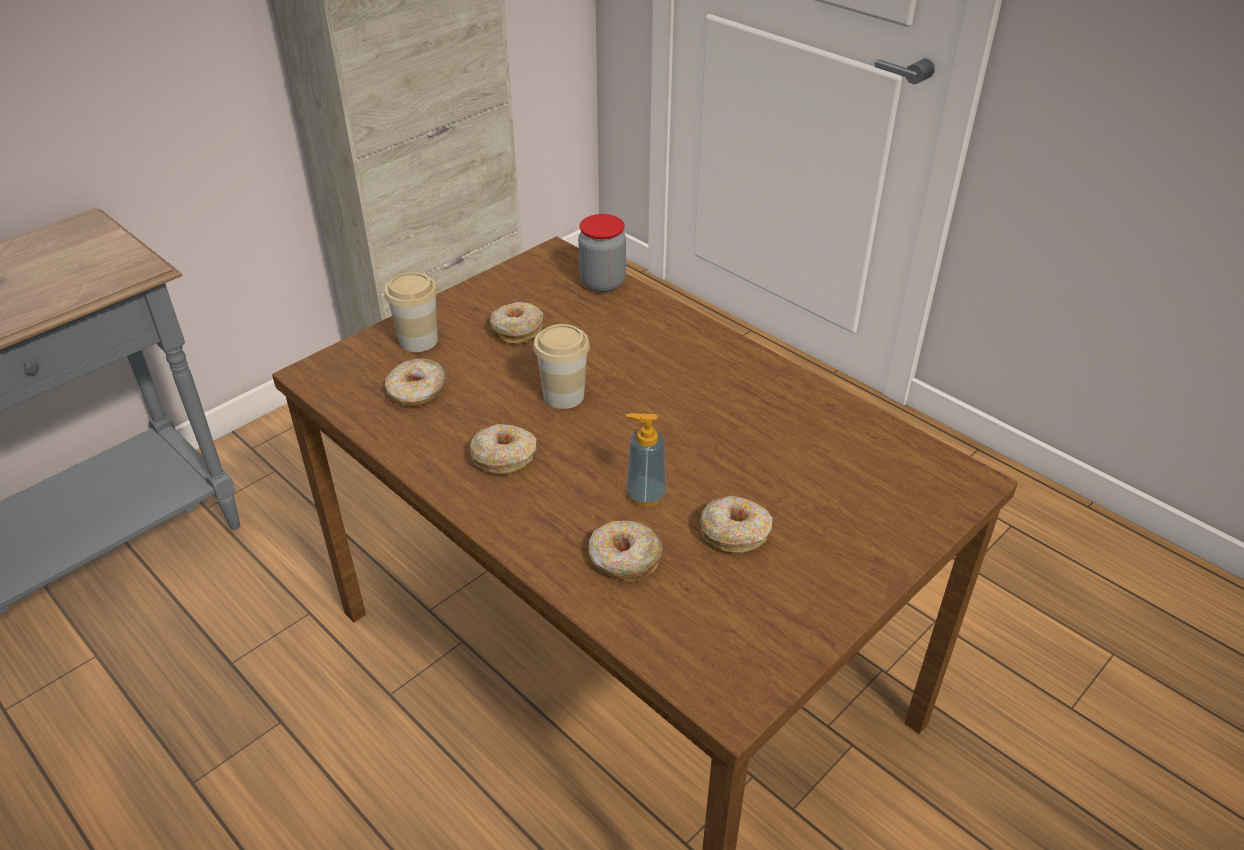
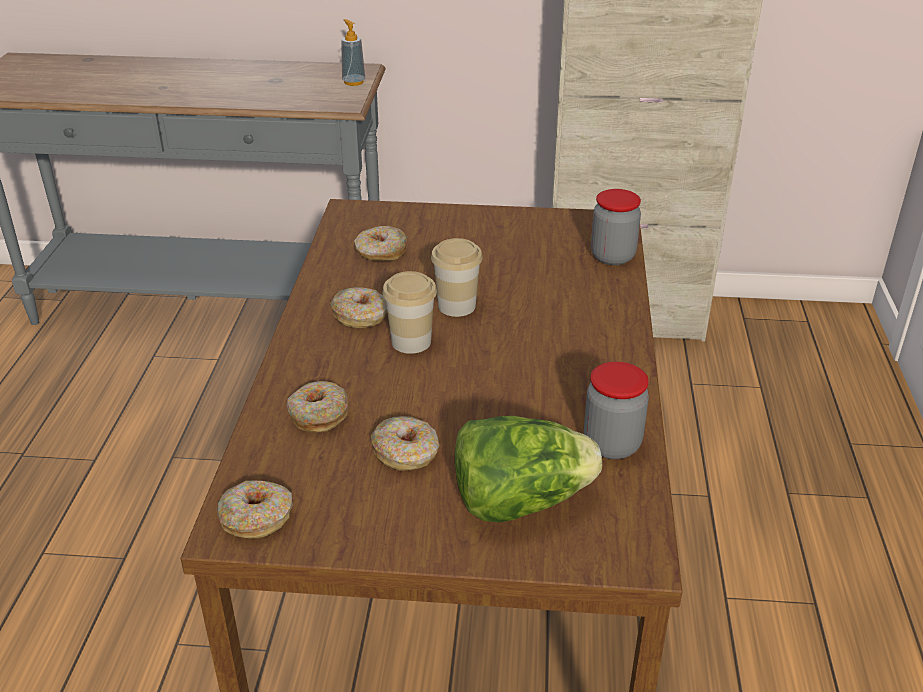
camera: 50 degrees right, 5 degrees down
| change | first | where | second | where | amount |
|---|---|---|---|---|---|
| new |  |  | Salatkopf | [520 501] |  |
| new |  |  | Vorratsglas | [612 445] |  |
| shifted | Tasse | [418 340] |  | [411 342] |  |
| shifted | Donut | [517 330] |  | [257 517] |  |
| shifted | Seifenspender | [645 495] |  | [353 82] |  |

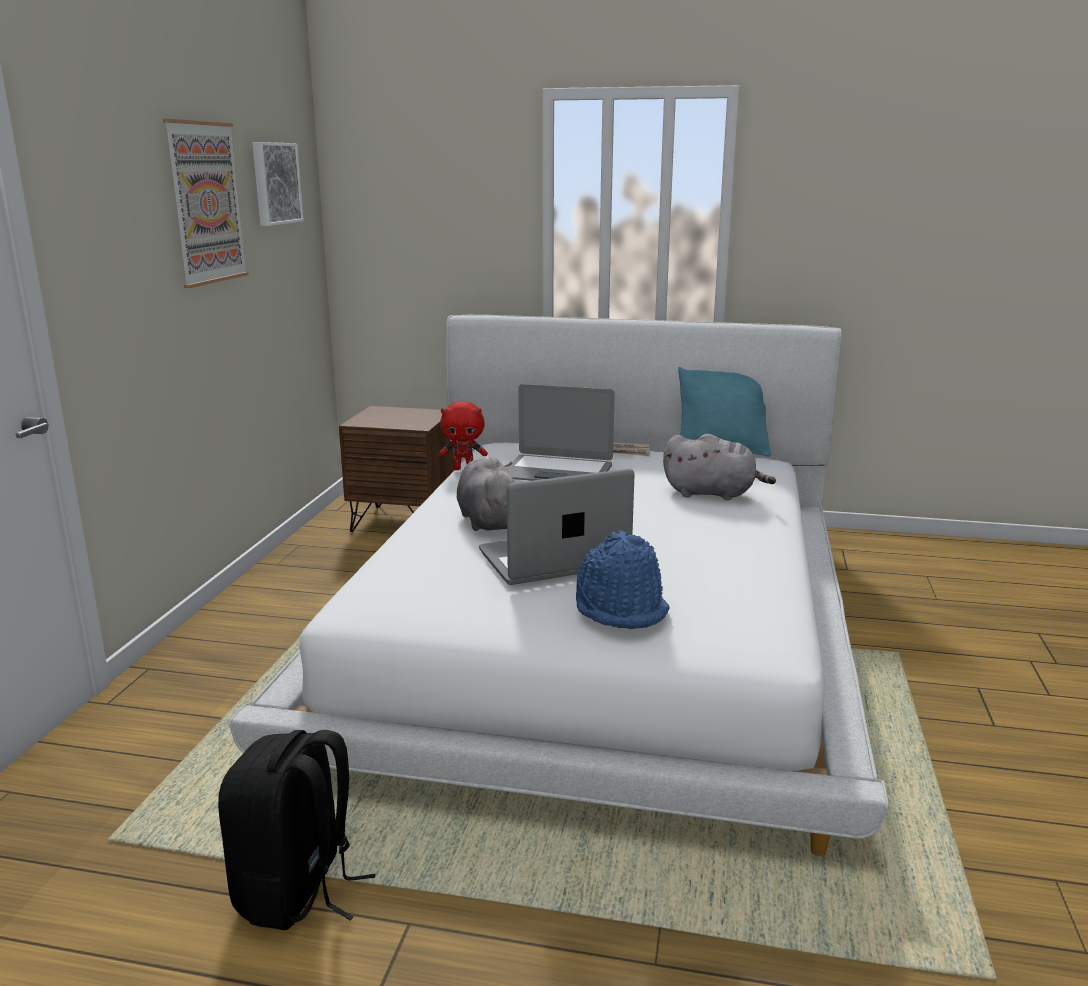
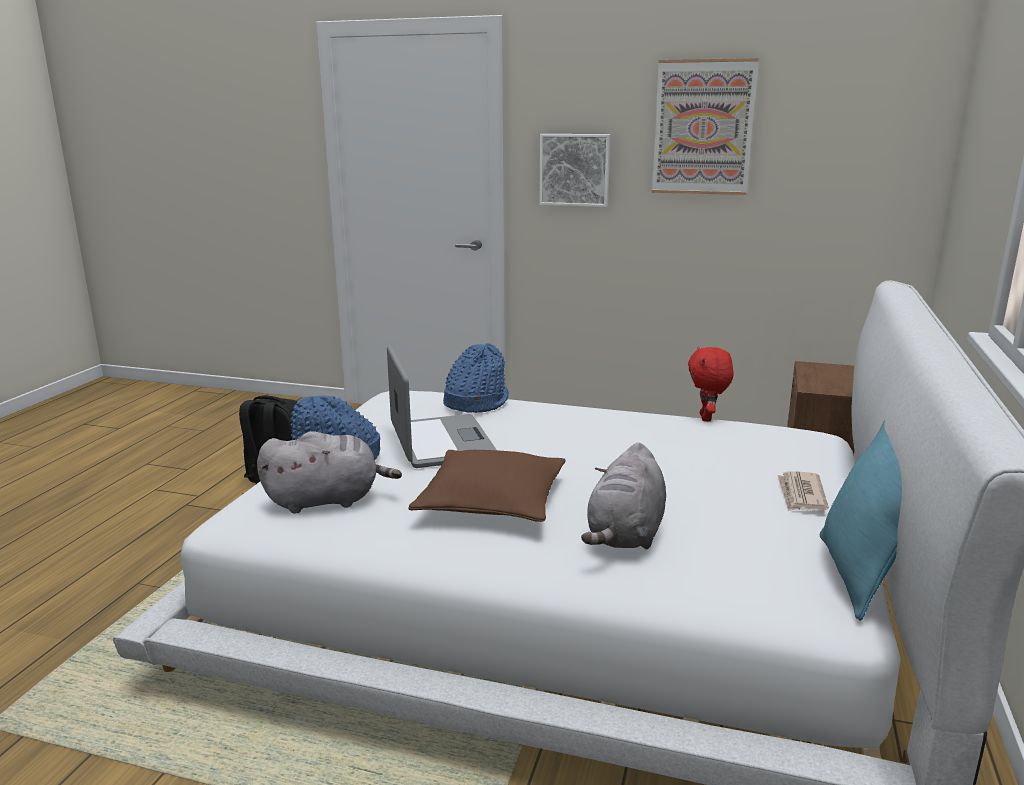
camera: 95 degrees right, 0 degrees up
| change | first | where | second | where | amount |
|---|---|---|---|---|---|
| gone | Laptop | [557 472] |  |  |  |
| new |  |  | Kissen/braun | [491 501] |  |
| new |  |  | Hut/blau | [475 402] |  |
| shifted | Bild | [274 183] |  | [575 170] |  |
| shifted | Plüschtier/grau | [488 520] |  | [327 500] |  |

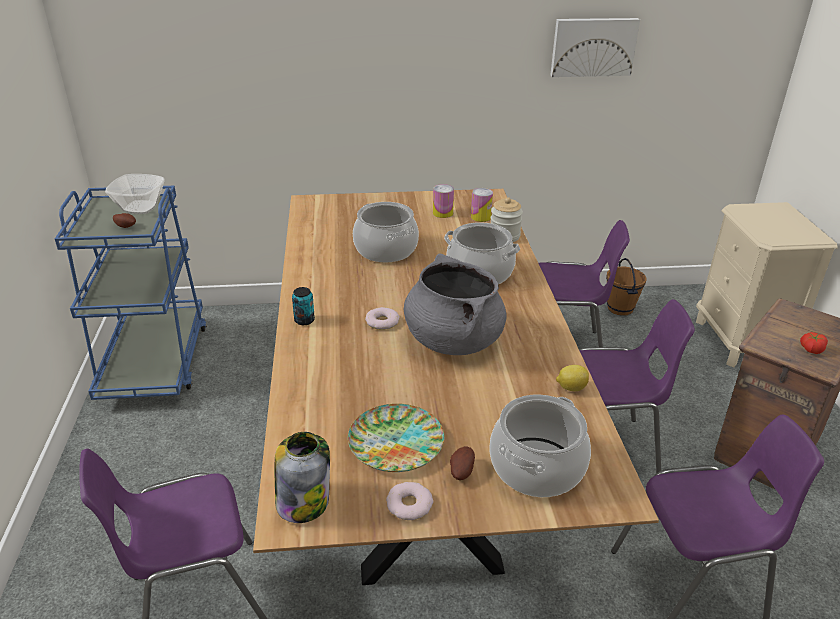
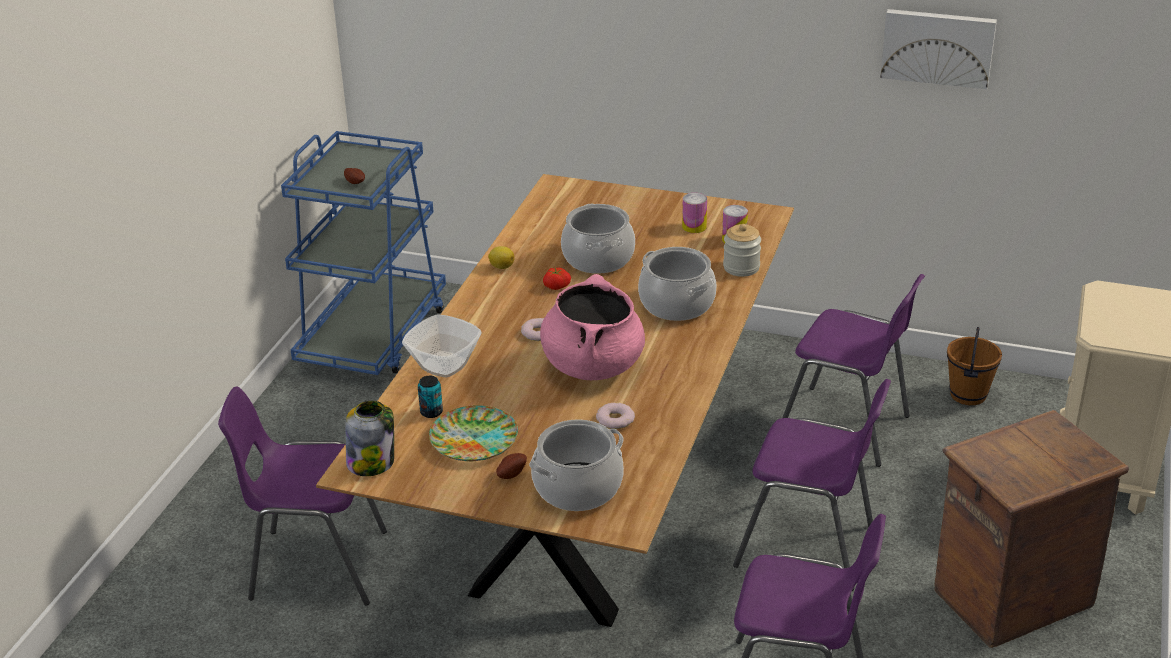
camera: 25 degrees right, 0 degrees up
| change | first | where | second | where | amount |
|---|---|---|---|---|---|
| shifted | Schüssel | [139 208] |  | [443 365] |  |
| shifted | Dose | [304 320] |  | [431 412] |  |
| shifted | Donut | [409 504] |  | [615 419] |  |
| shifted | Zitrone | [571 387] |  | [501 266] |  |
| shifted | Tomate | [810 349] |  | [556 285] |  |
| repainted | Kochtopf/grau | [453 340] | Kochtopf/rosa | [592 365] |  |

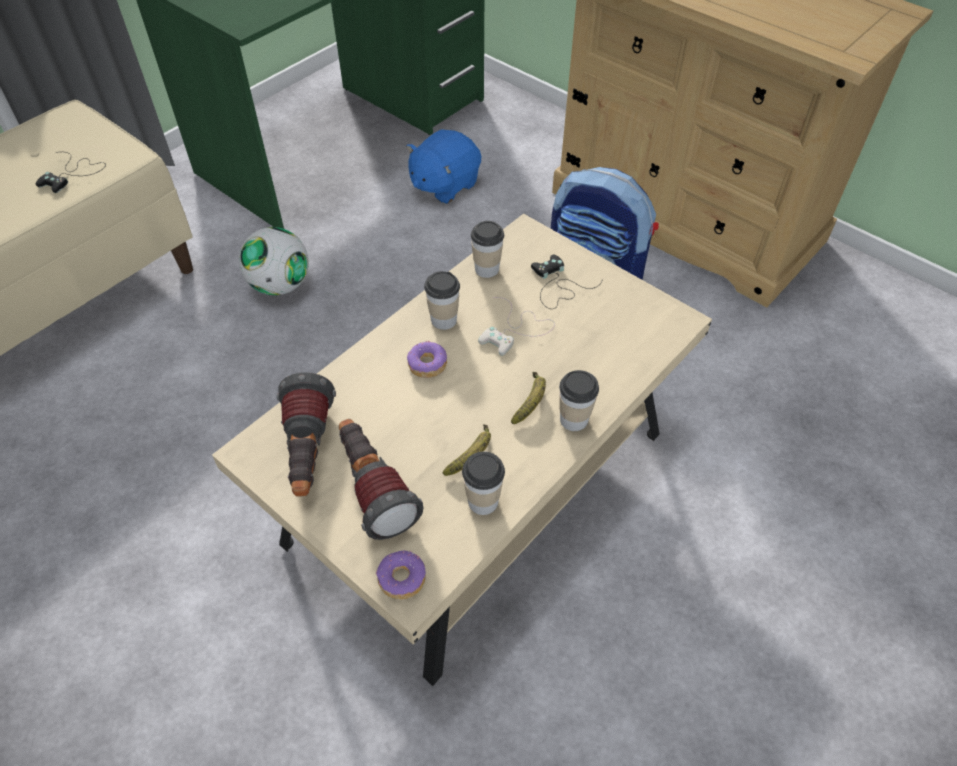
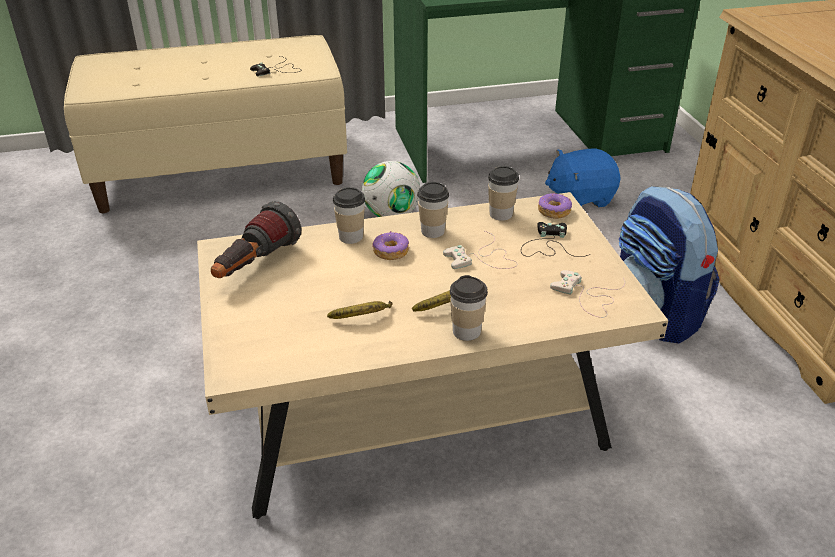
camera: 35 degrees right, 15 degrees down
| change | first | where | second | where | amount |
|---|---|---|---|---|---|
| gone | Taschenlampe | [373 488] |  |  |  |
| new |  |  | Gamepad/weiß | [588 296] |  |
| shifted | Donut | [401 578] |  | [553 211] |  |
| shifted | Tasse | [483 501] |  | [351 237] |  |

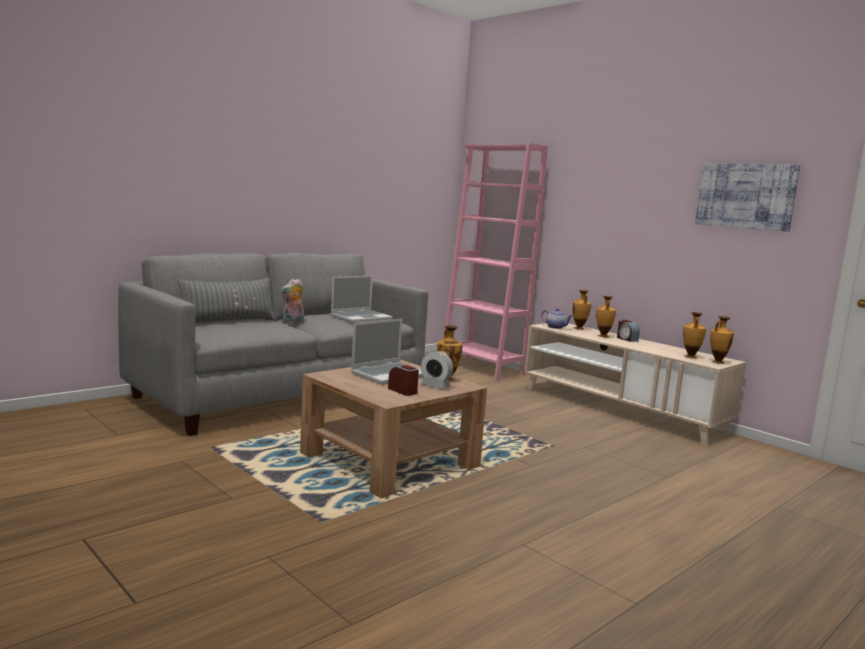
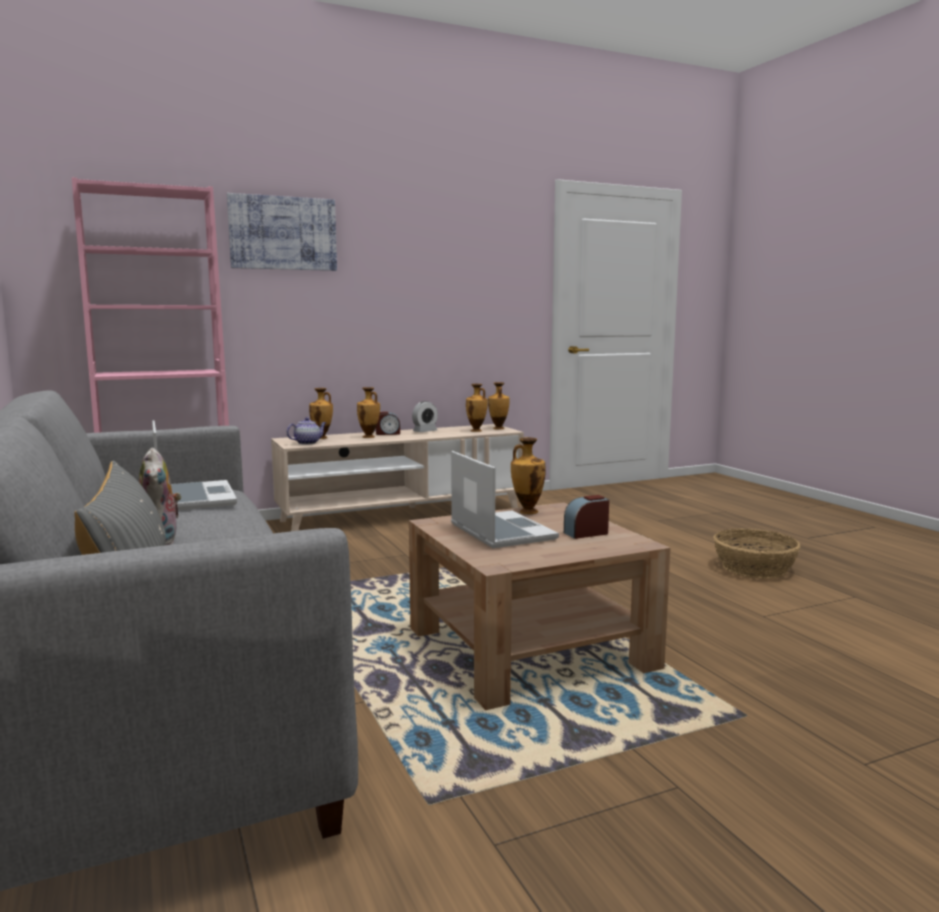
camera: 70 degrees left, 0 degrees up
| change | first | where | second | where | amount |
|---|---|---|---|---|---|
| new |  |  | Korb | [754 568] |  |
| shifted | Wecker | [435 386] |  | [425 431] |  |
| shifted | Bild | [745 196] |  | [283 233] |  |

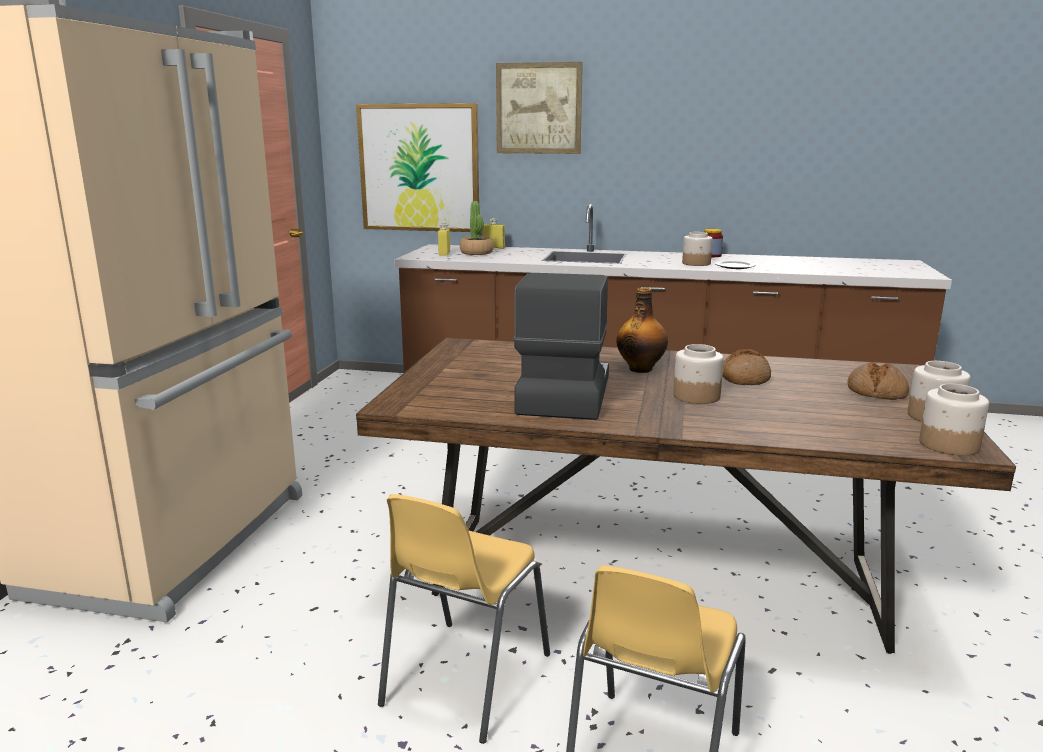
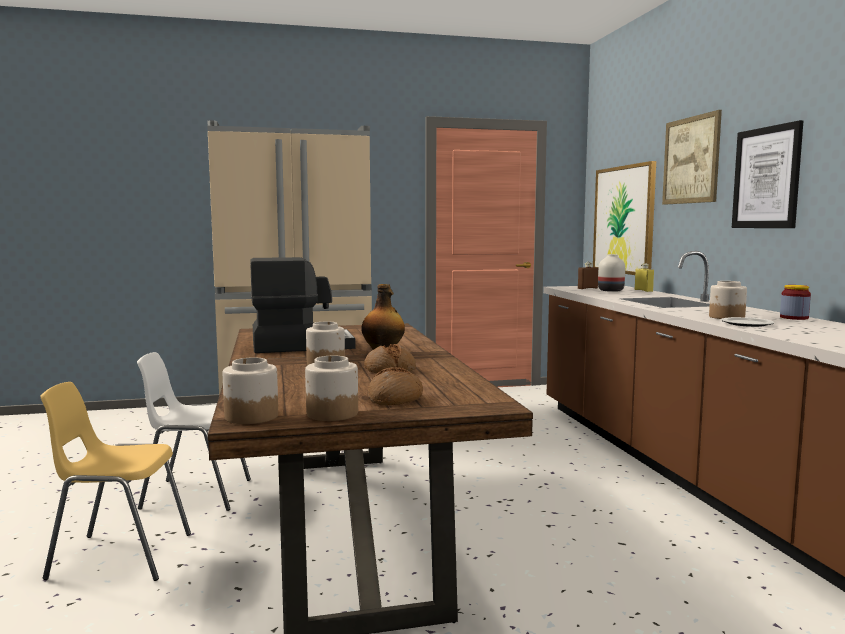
camera: 65 degrees right, 10 degrees down
| change | first | where | second | where | amount |
|---|---|---|---|---|---|
| new |  |  | Bild | [766 178] |  |
| swapped | Topfpflanze | [476 253] | Vase/weiß | [611 290] |  |
| repainted | Stuhl/gelb | [464 679] | Stuhl/weiß | [195 494] |  |
| repainted | Flasche/gelb | [444 254] | Flasche/braun | [587 288] |  |

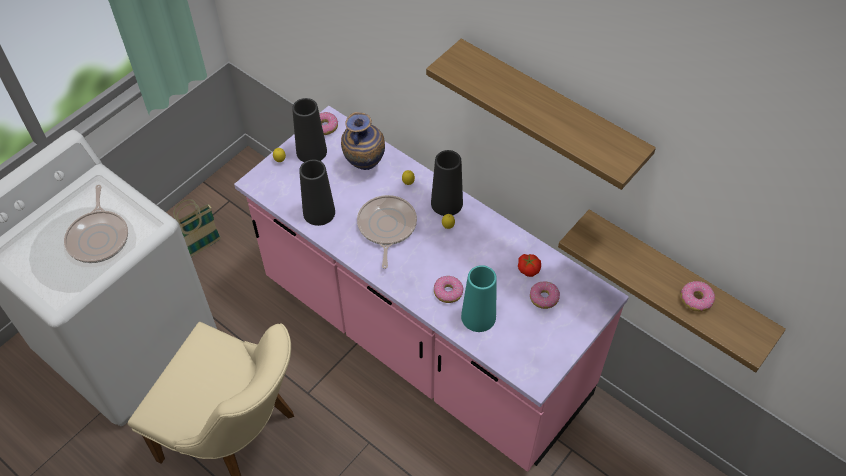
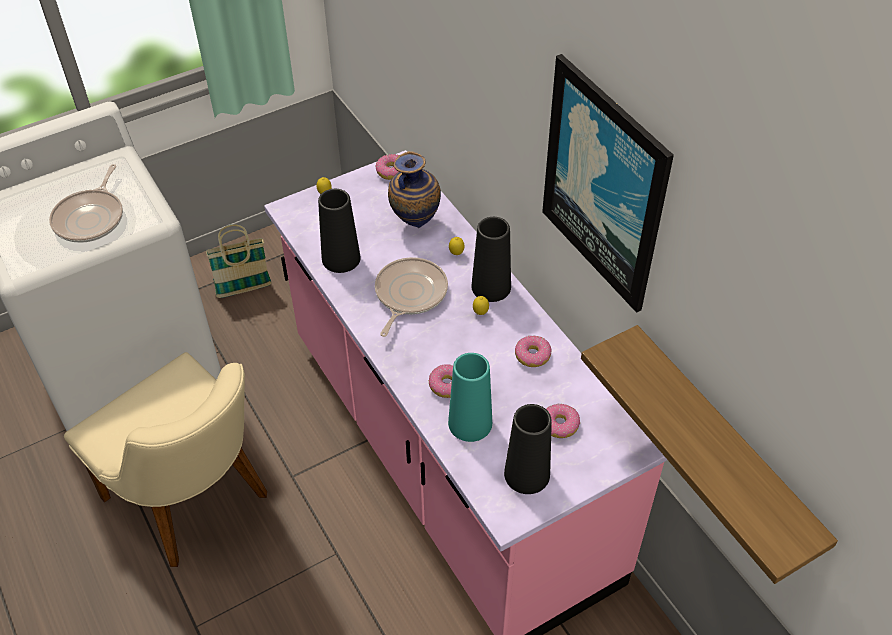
camera: 20 degrees right, 5 degrees down
| change | first | where | second | where | amount |
|---|---|---|---|---|---|
| gone | Tomate | [528 269] |  |  |  |
| shifted | Vase/schwarz | [311 151] |  | [527 474] |  |
| shifted | Donut | [696 300] |  | [532 356] |  |
| swapped | Wandregal | [550 113] | Bild | [605 184] |  |

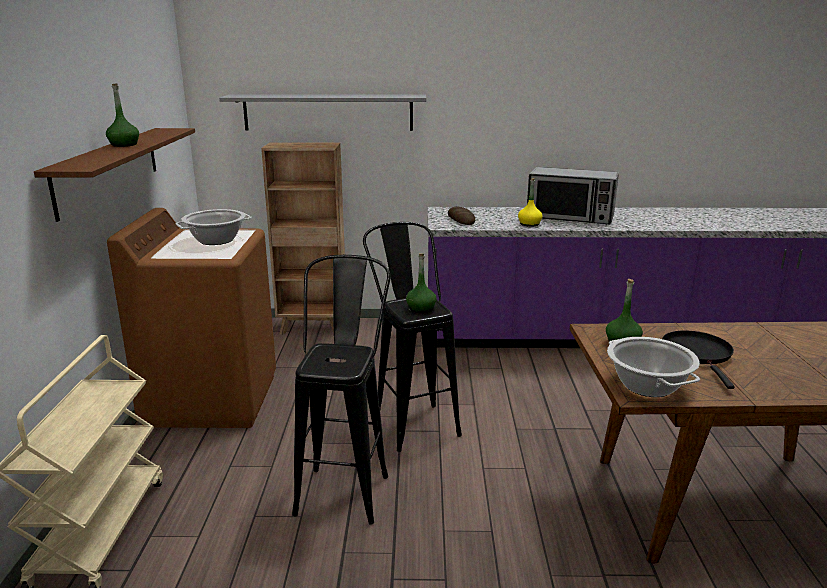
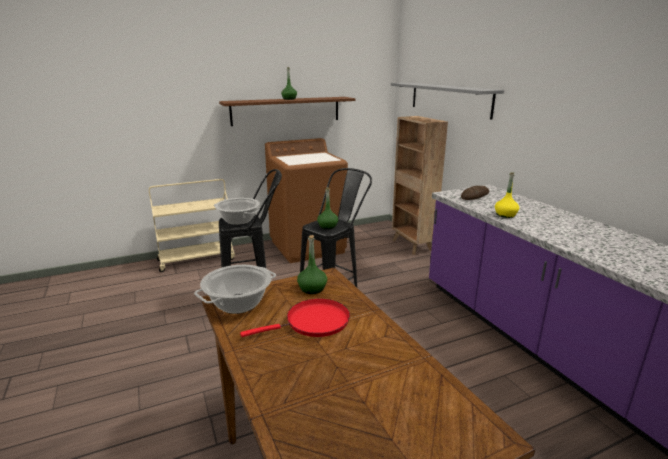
camera: 65 degrees right, 0 degrees up
| change | first | where | second | where | amount |
|---|---|---|---|---|---|
| gone | Mikrowelle | [570 217] |  |  |  |
| shifted | Kochtopf | [216 240] |  | [239 220] |  |
| repainted | Pfanne/schwarz | [698 354] | Pfanne/rot | [313 322] |  |

